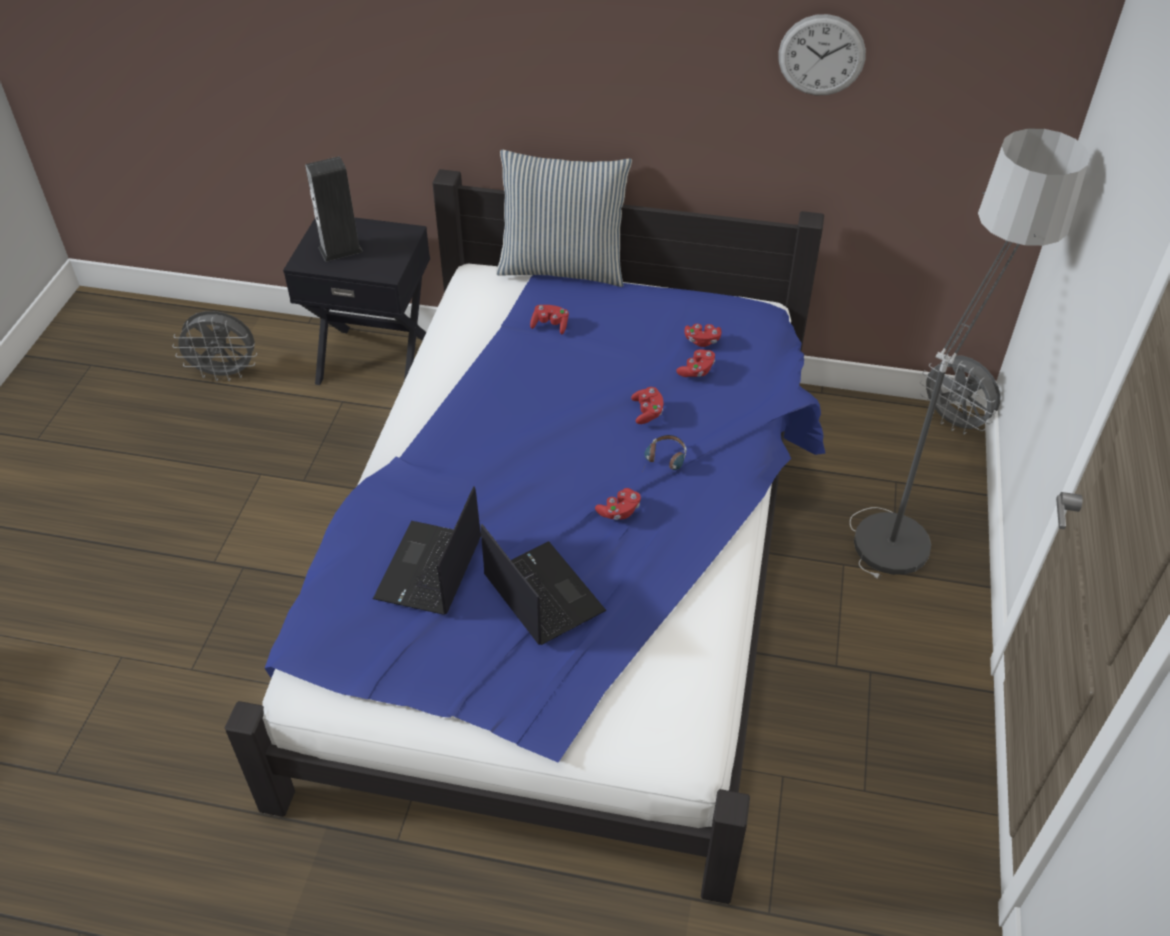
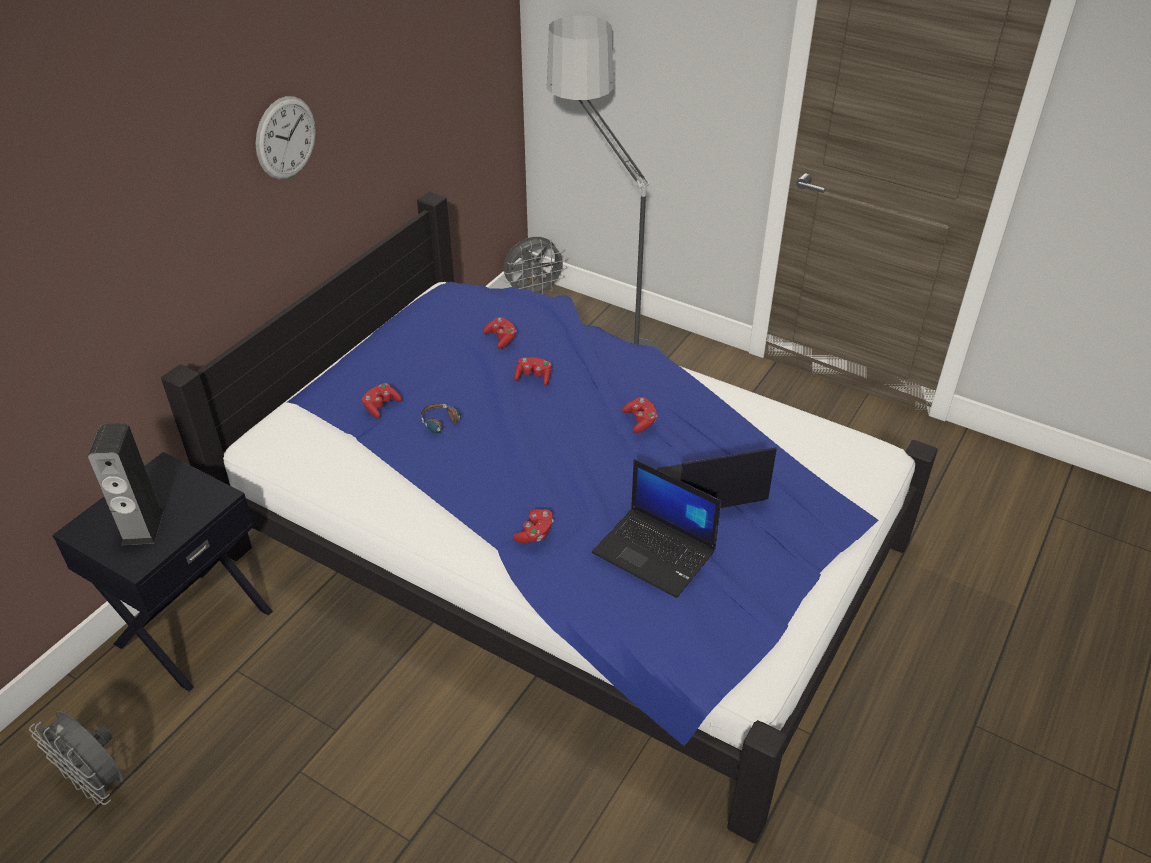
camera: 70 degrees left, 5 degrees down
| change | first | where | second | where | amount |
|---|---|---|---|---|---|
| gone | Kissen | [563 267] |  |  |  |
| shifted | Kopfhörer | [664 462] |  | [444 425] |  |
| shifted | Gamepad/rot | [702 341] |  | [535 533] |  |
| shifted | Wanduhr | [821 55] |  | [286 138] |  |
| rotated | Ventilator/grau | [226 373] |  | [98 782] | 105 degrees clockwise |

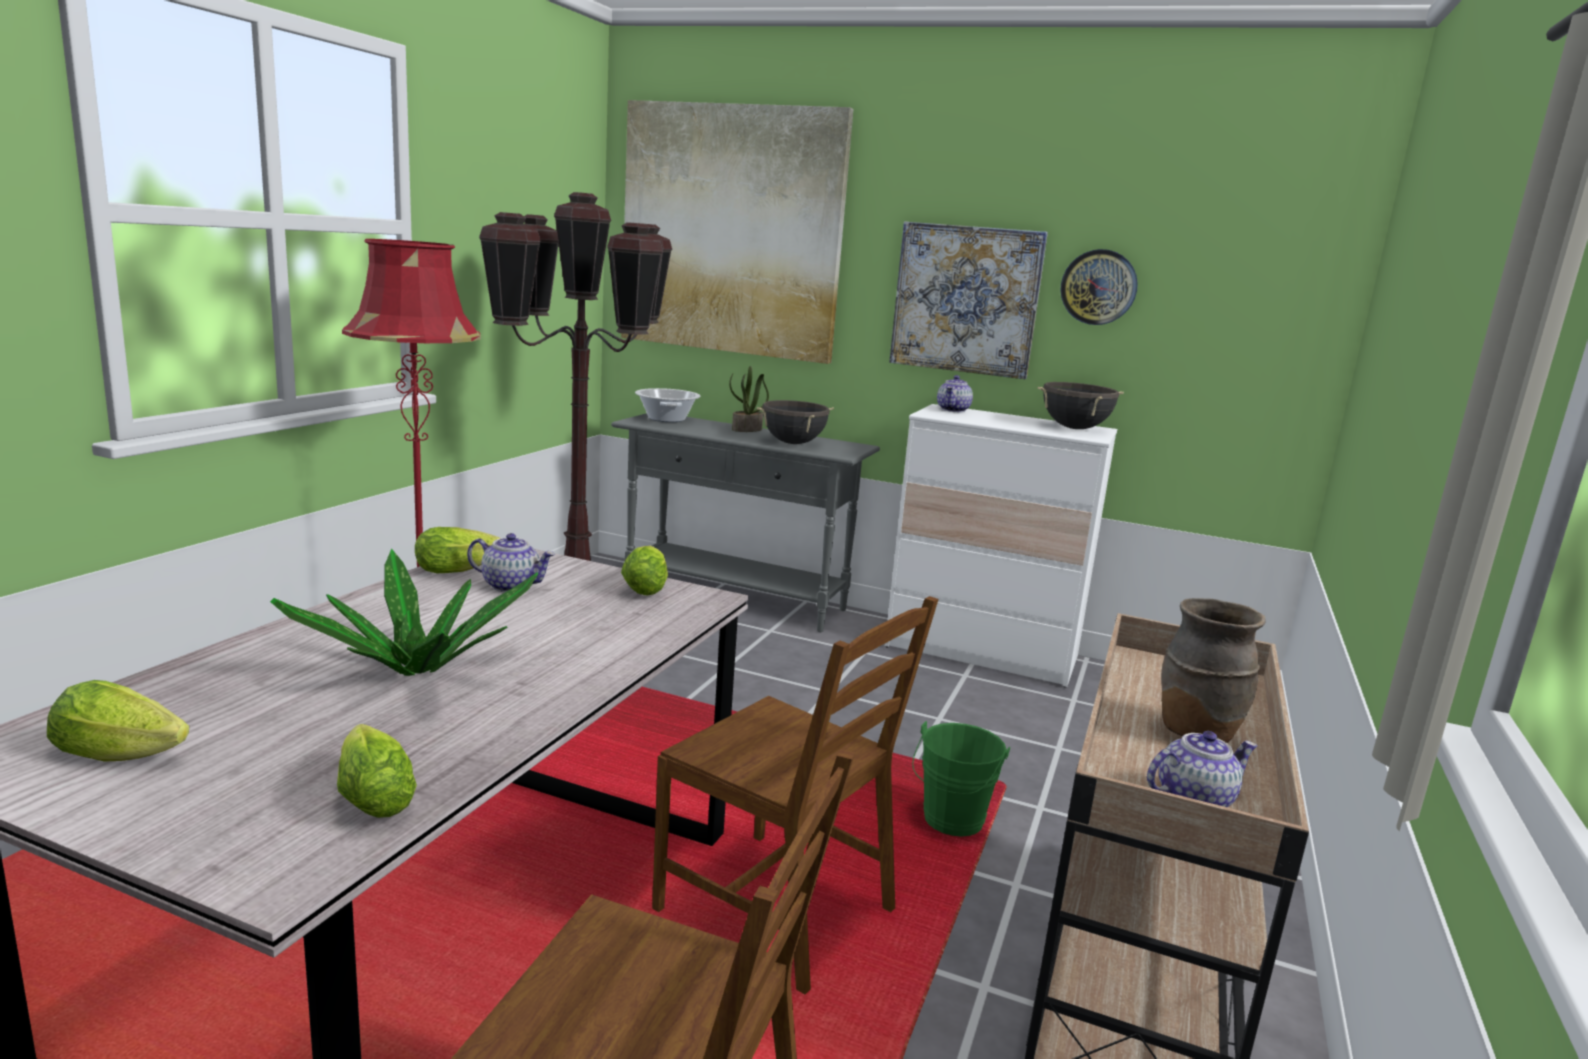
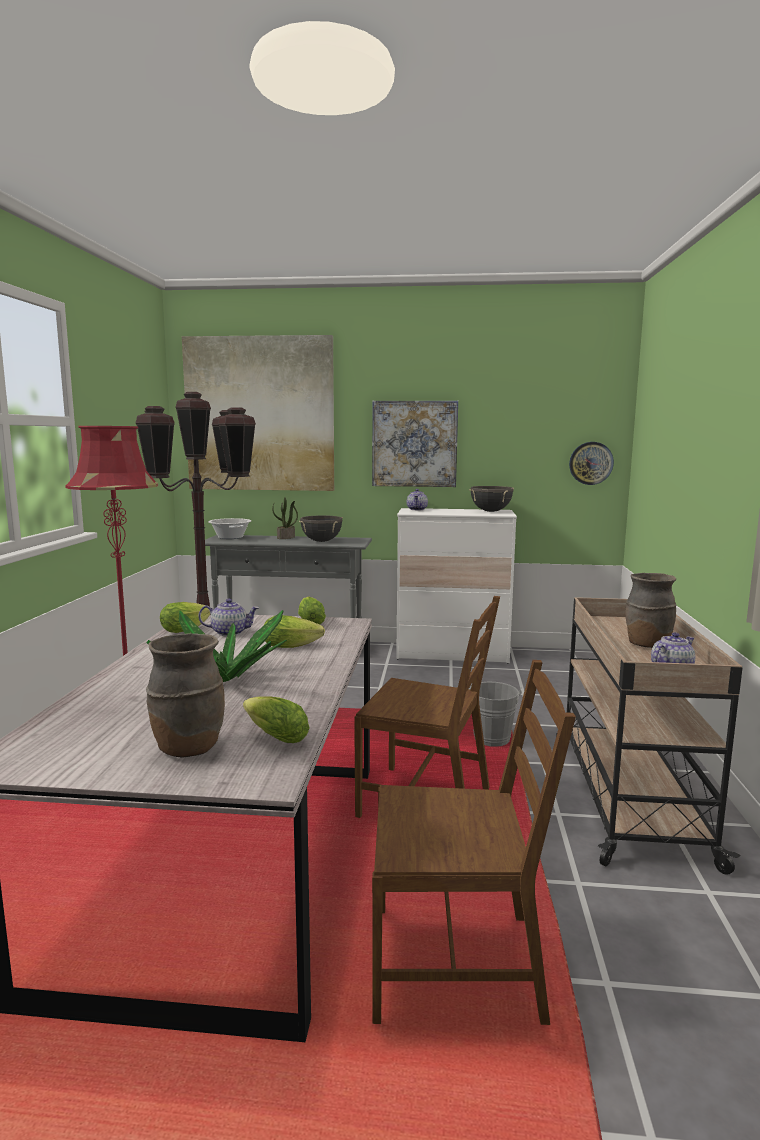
camera: 15 degrees left, 5 degrees down
| change | first | where | second | where | amount |
|---|---|---|---|---|---|
| new |  |  | Vase/braun | [188 748] |  |
| shifted | Salatkopf | [125 754] |  | [294 645] |  |
| shifted | Wanduhr | [1098 287] |  | [591 463] |  |
| repainted | Eimer/grün | [950 825] | Eimer/grau | [491 742] |  |

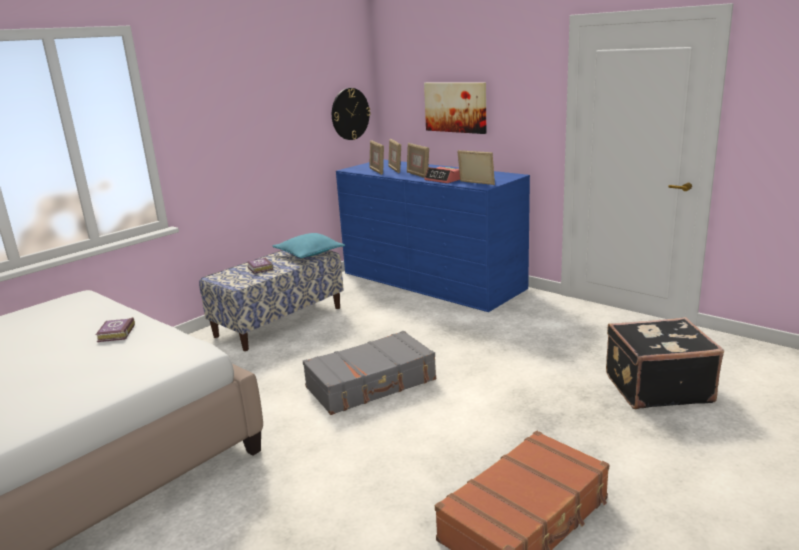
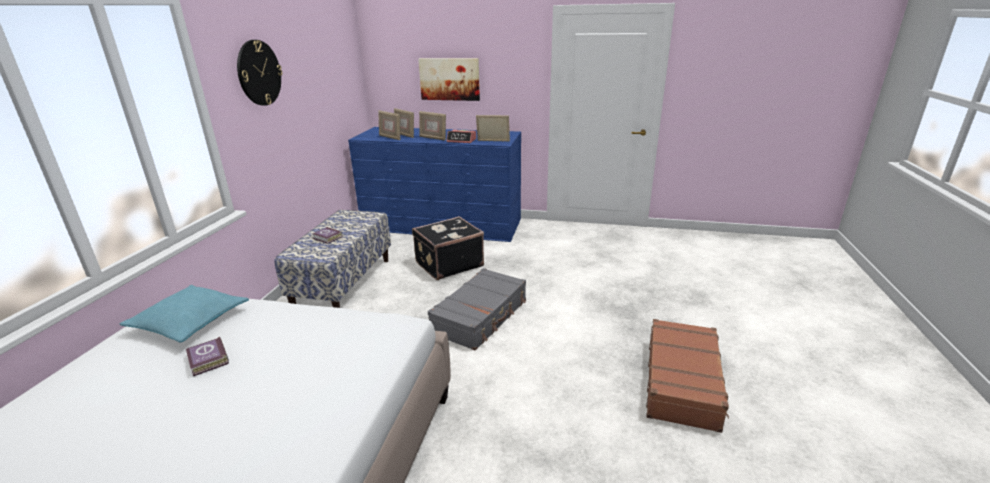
camera: 30 degrees left, 5 degrees up
| change | first | where | second | where | amount |
|---|---|---|---|---|---|
| shifted | Buch | [115 334] |  | [207 360] |  |
| shifted | Kissen/türkis | [309 253] |  | [190 322] |  |
| shifted | Wanduhr | [350 114] |  | [259 73] |  |
| shifted | Koffer/schwarz | [656 387] |  | [448 264] |  |

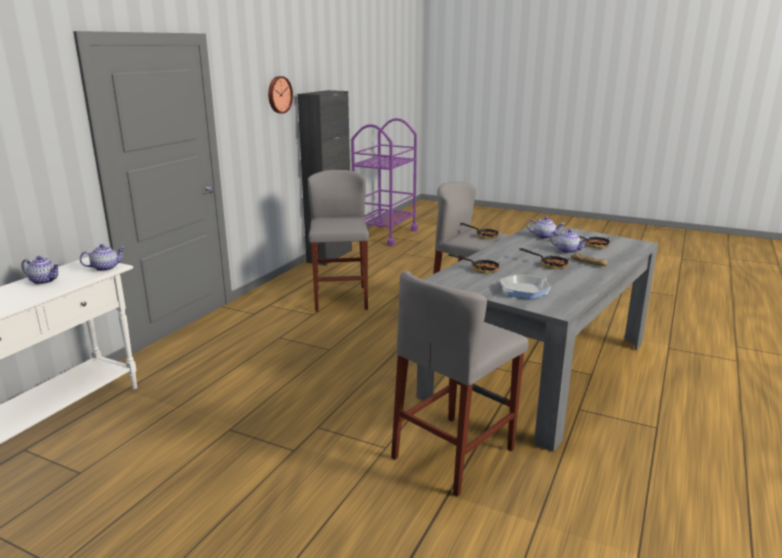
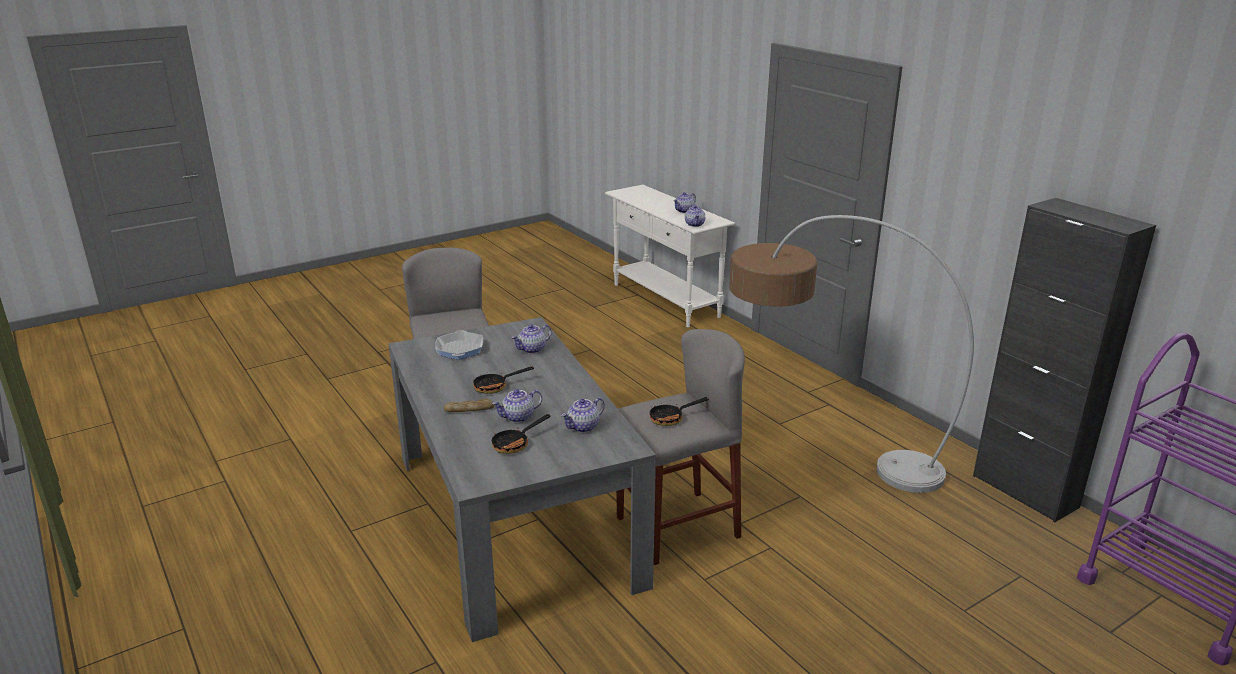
camera: 120 degrees right, 5 degrees up
| change | first | where | second | where | amount |
|---|---|---|---|---|---|
| gone | Wanduhr | [279 94] |  |  |  |
| swapped | Hocker/grau | [340 298] | Stehlampe | [819 453] |  |
| swapped | Pfanne | [480 269] | Teekanne | [532 349] |  |

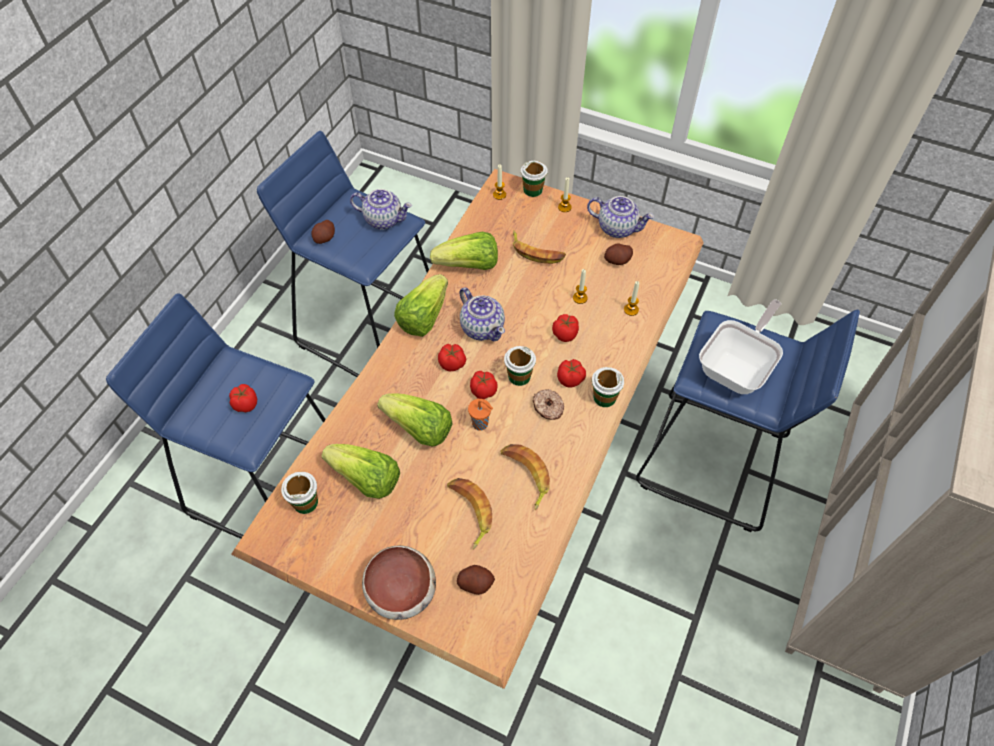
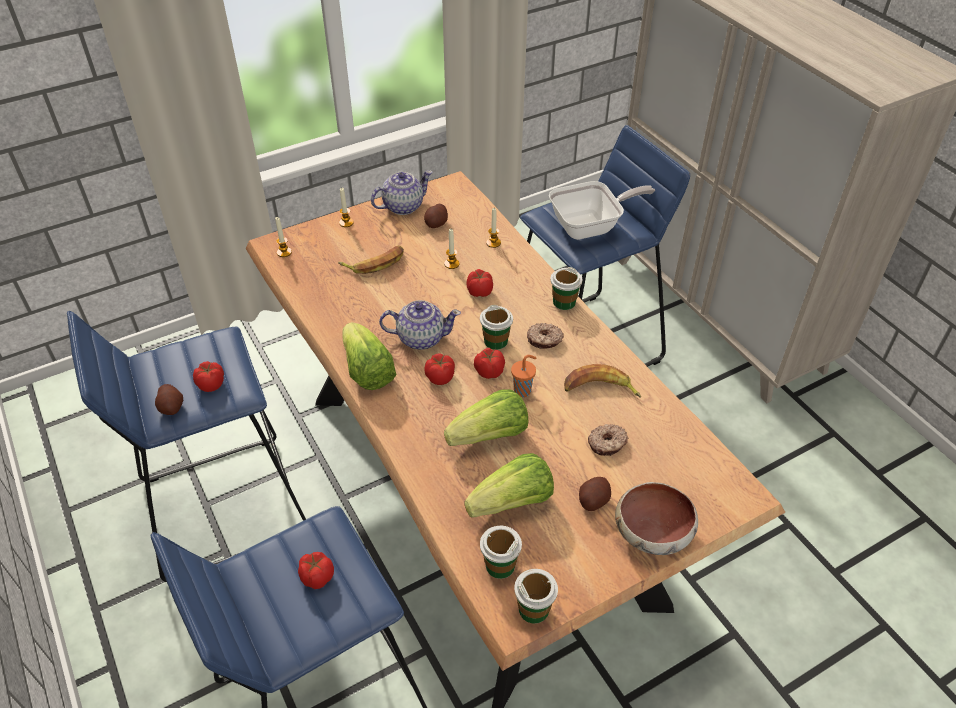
camera: 55 degrees left, 10 degrees down
| change | first | where | second | where | amount |
|---|---|---|---|---|---|
| gone | Teekanne | [384 219] |  |  |  |
| gone | Salatkopf | [469 266] |  |  |  |
| shifted | Kartoffel | [475 583] |  | [593 500] |  |
| shifted | Tasse | [533 190] |  | [534 609] |  |
| shifted | Tomate | [571 379] |  | [212 384] |  |
| swapped | Banane | [469 512] | Donut | [607 444] |  |
| rotated | Pfanne | [737 367] |  | [591 227] | 90 degrees clockwise |

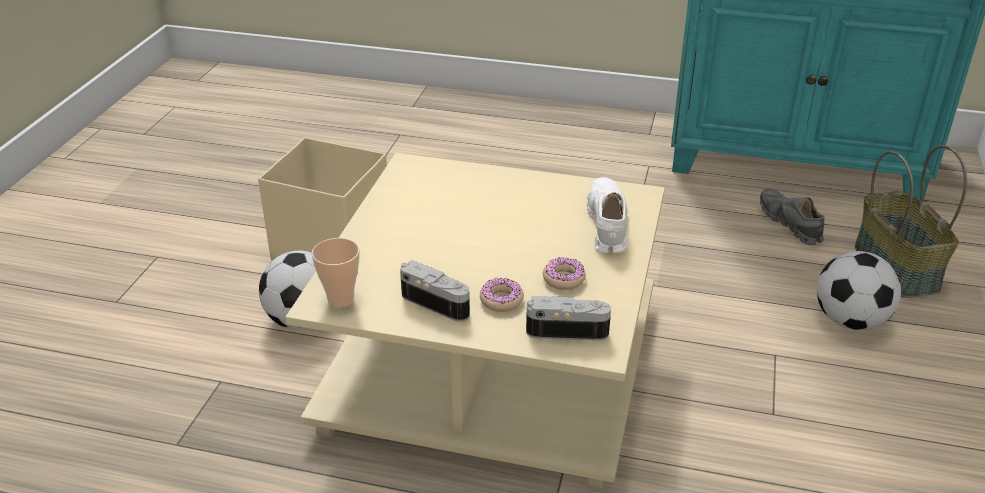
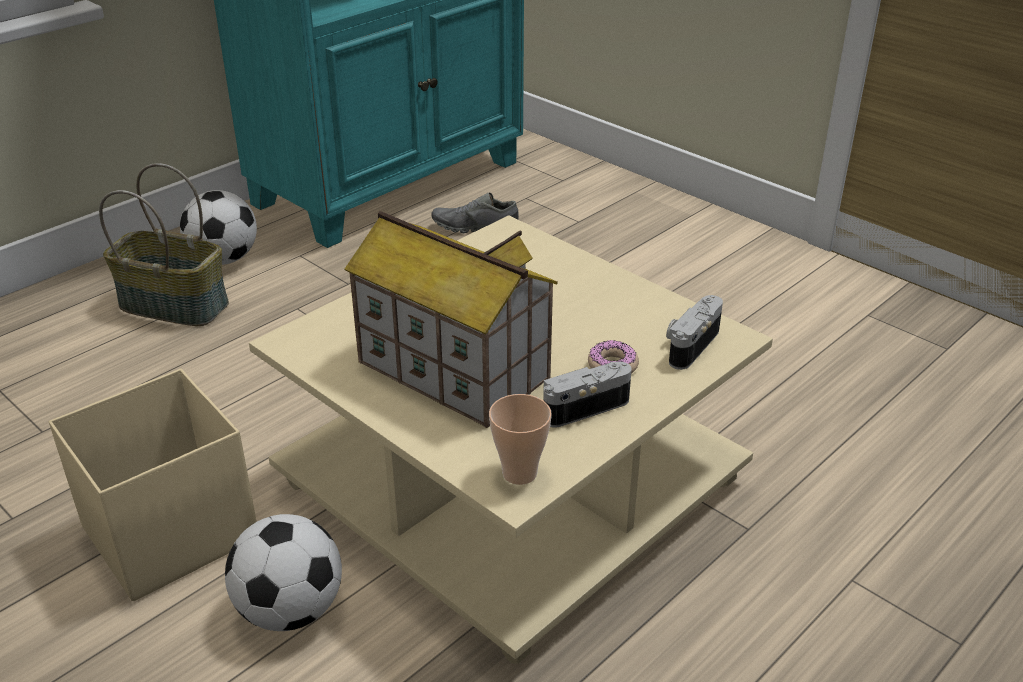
camera: 60 degrees left, 0 degrees up
| change | first | where | second | where | amount |
|---|---|---|---|---|---|
| gone | Donut | [564 279] |  |  |  |
| gone | Schuh/weiß | [607 225] |  |  |  |
| new |  |  | Spielzeughaus | [451 370] |  |
| shifted | Fußball | [850 321] |  | [224 259] |  |
| shifted | Korb | [897 268] |  | [175 304] |  |

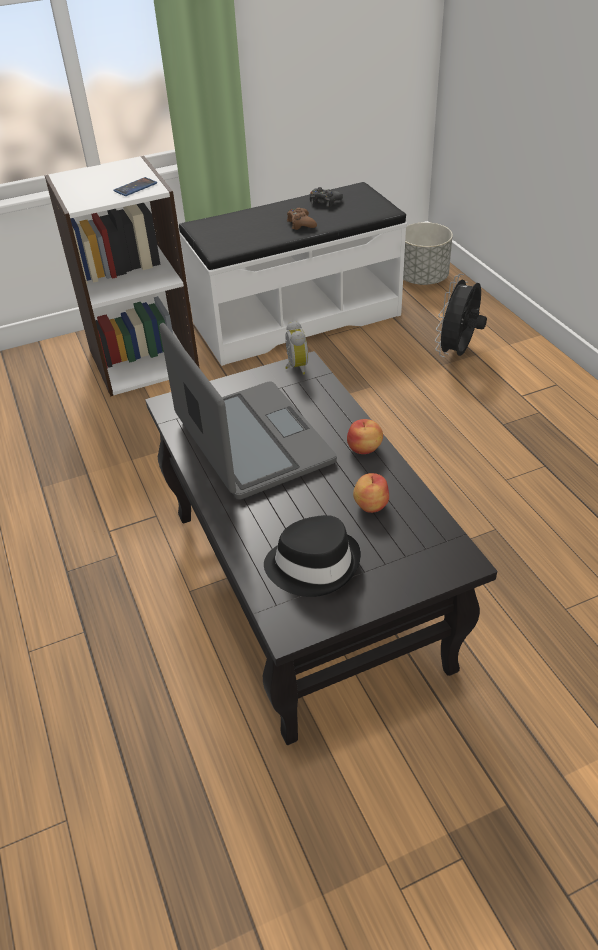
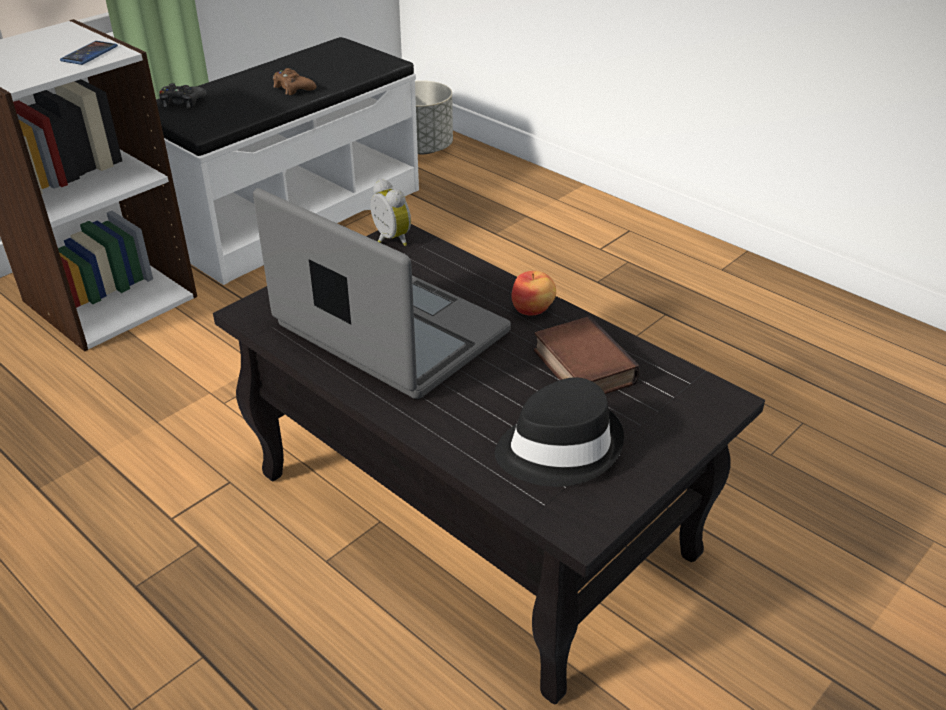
camera: 25 degrees left, 5 degrees down
| change | first | where | second | where | amount |
|---|---|---|---|---|---|
| gone | Ventilator/schwarz | [457 353] |  |  |  |
| shifted | Gamepad/schwarz | [324 201] |  | [181 102] |  |
| swapped | Apfel | [370 505] | Buch | [580 366] |  |

